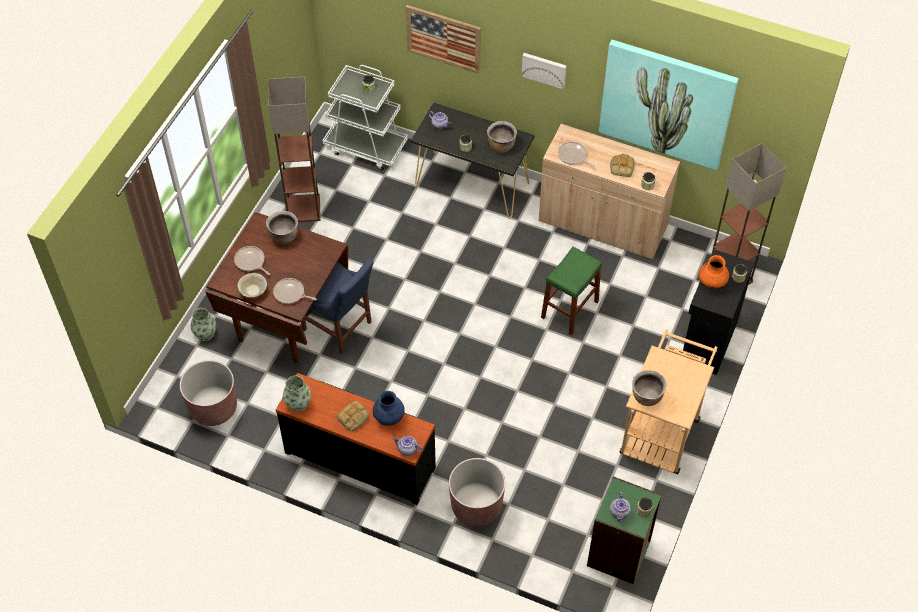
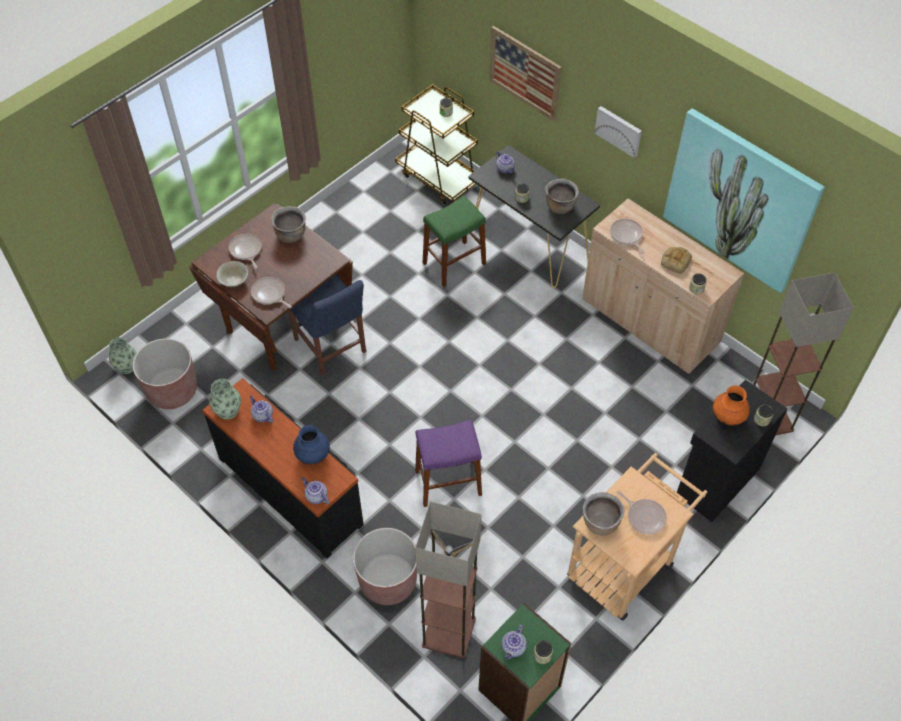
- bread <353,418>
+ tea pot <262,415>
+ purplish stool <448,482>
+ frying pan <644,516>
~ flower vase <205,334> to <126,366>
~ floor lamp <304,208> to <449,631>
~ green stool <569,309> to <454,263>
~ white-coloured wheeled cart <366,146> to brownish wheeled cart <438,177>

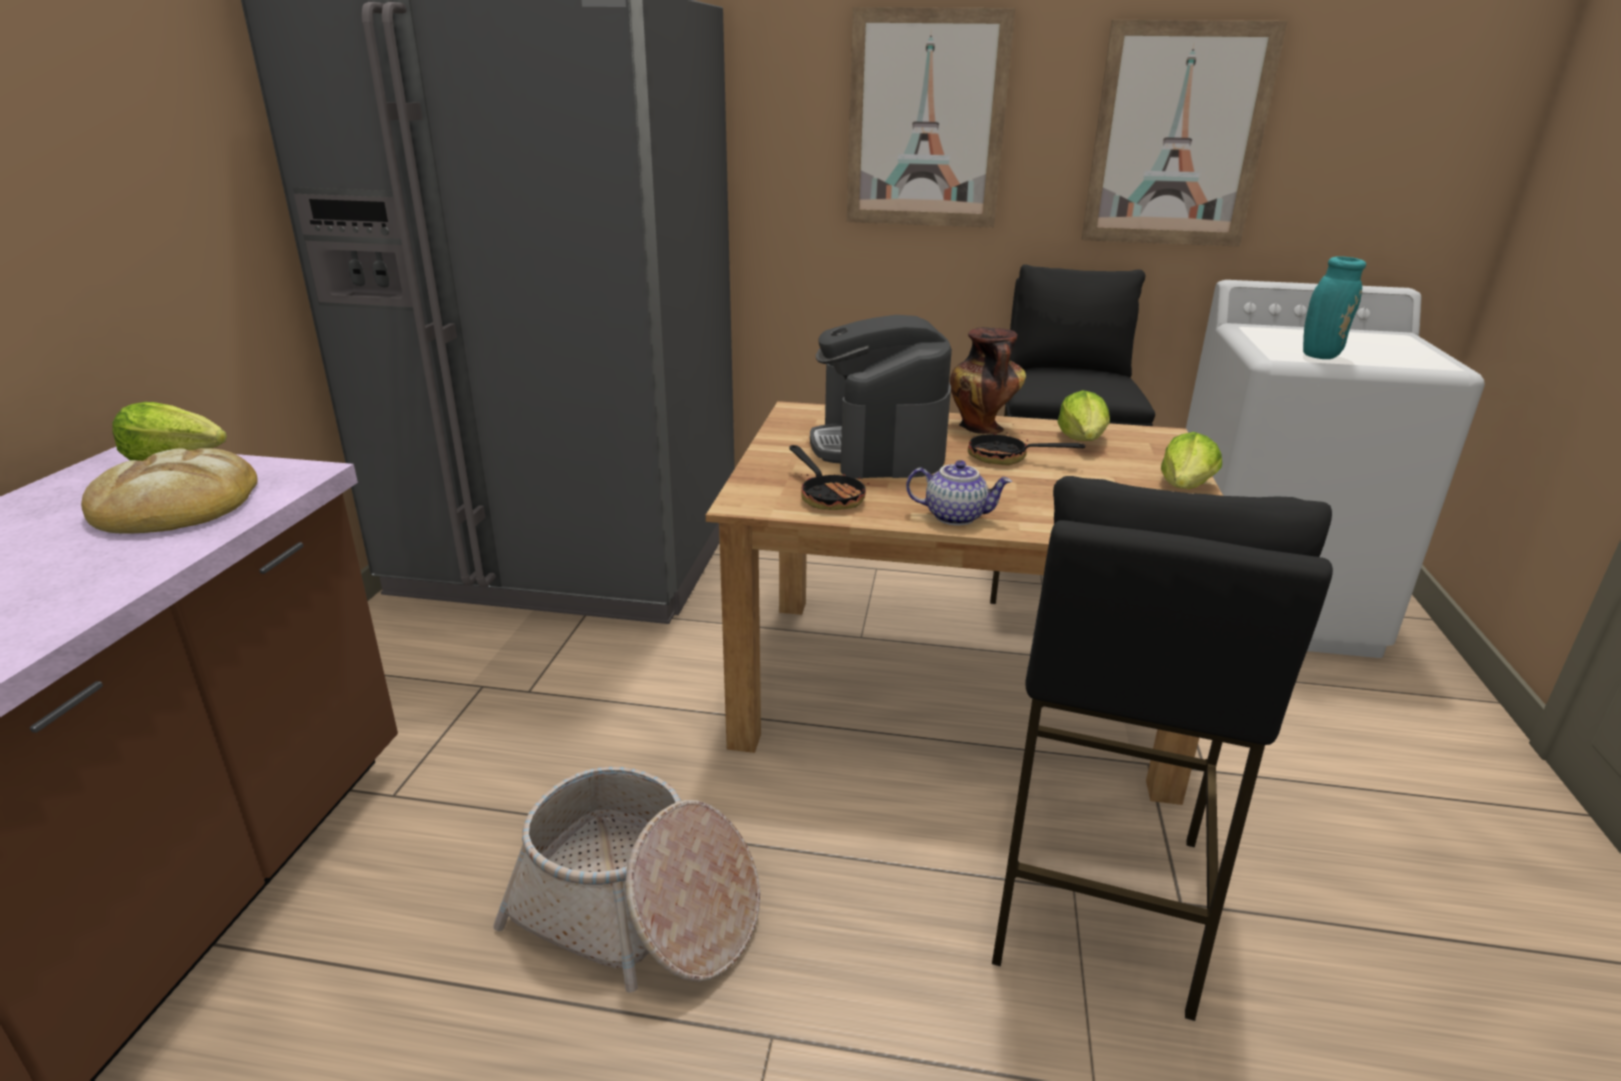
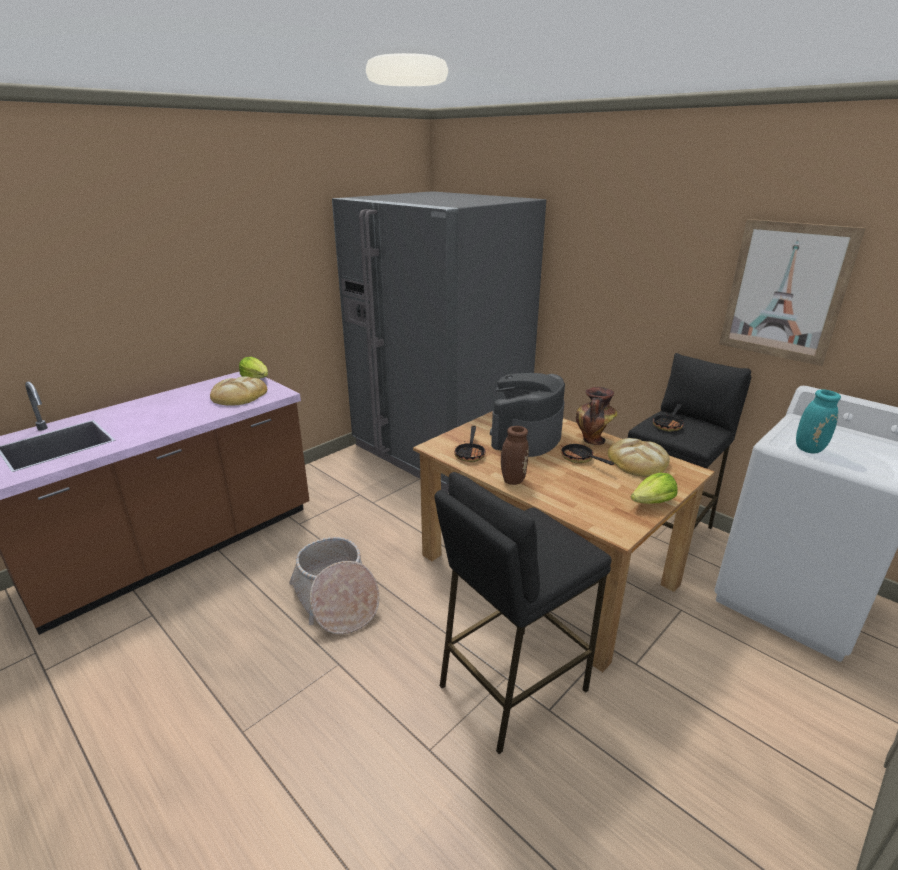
- picture <926,121>
+ frying pan <669,425>
~ tea pot <955,516> to brownish flower vase <511,480>
~ head of lettuce <1083,440> to bread <638,461>

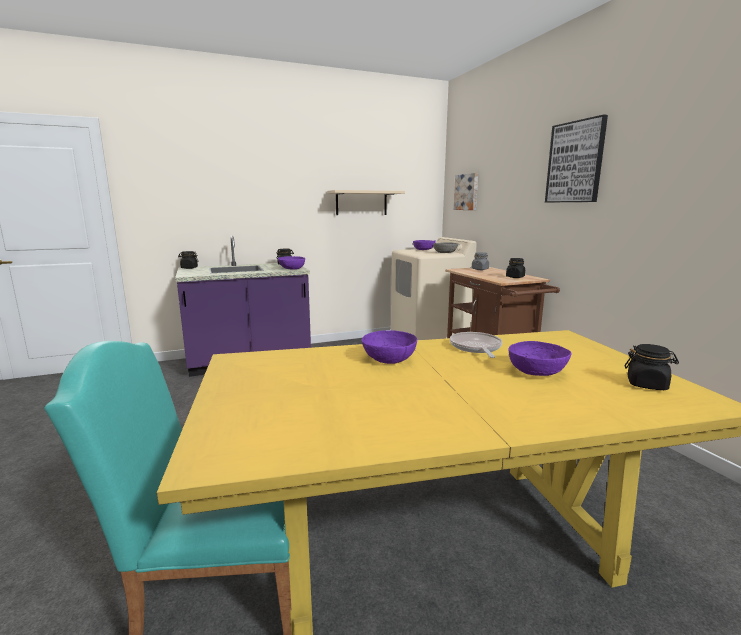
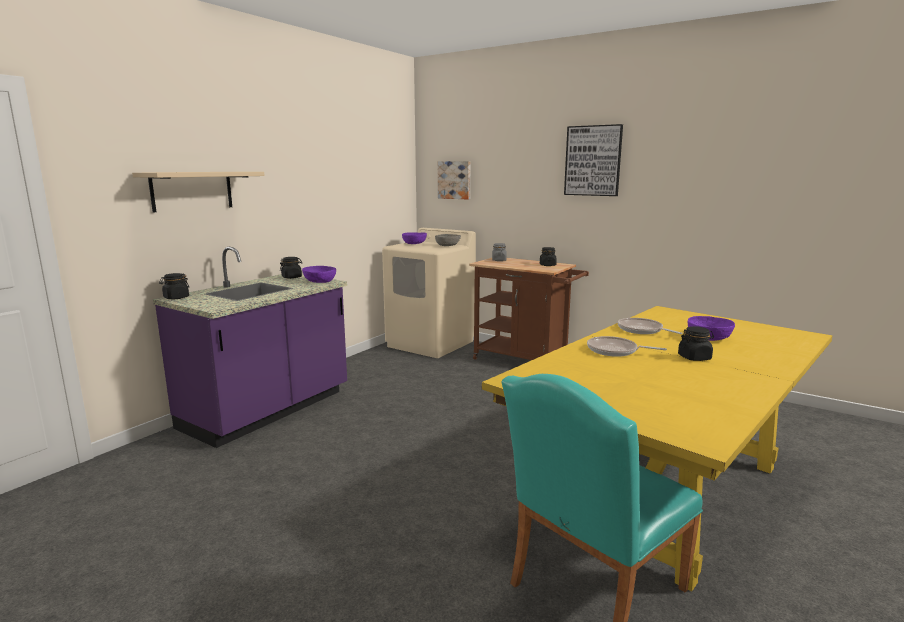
~ beige wall shelf <361,203> to <192,190>
~ black preserve jar <647,384> to <694,357>
~ purplish deep dish <389,359> to frying pan <615,351>

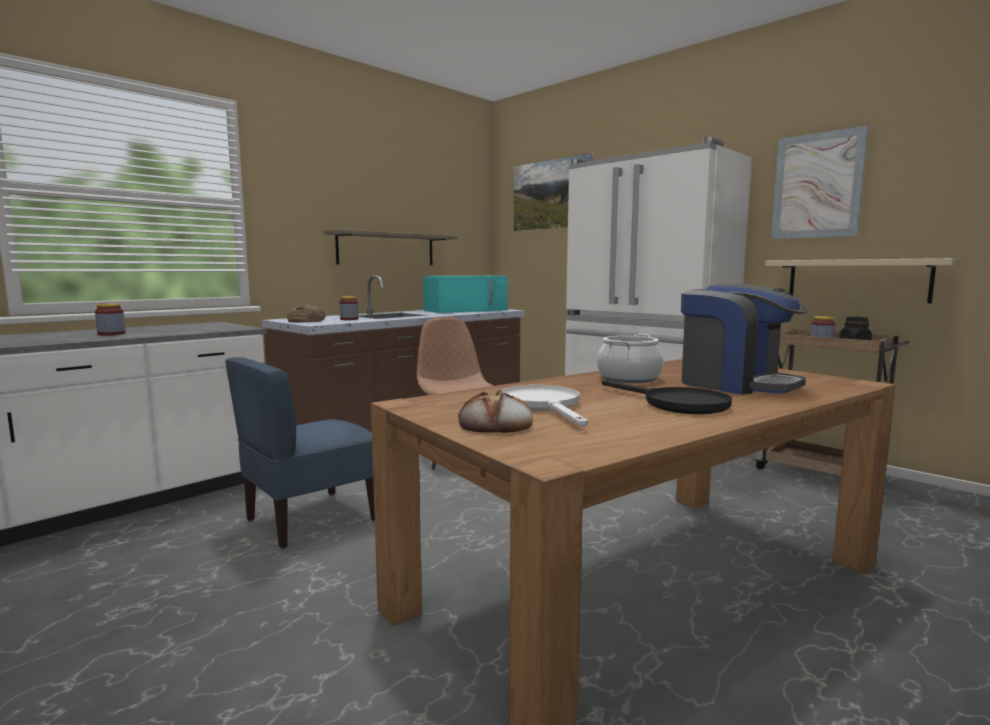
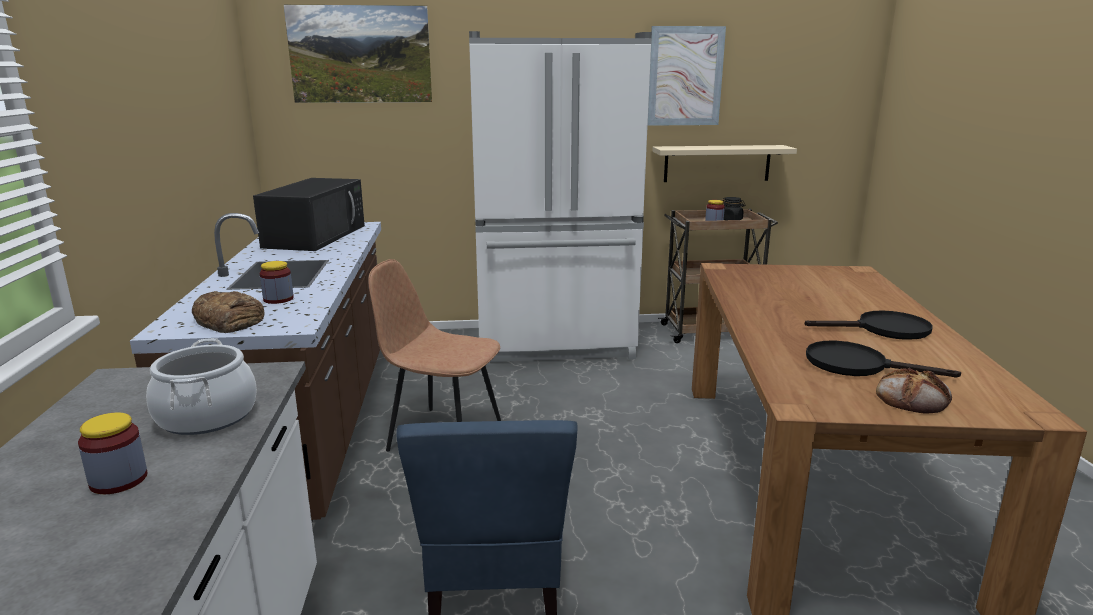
- wall shelf <386,249>
- coffee maker <735,384>
~ saucepot <629,378> to <207,416>
~ turquoise microwave oven <466,310> to black microwave oven <316,236>
~ white-coloured frying pan <544,406> to black frying pan <857,365>

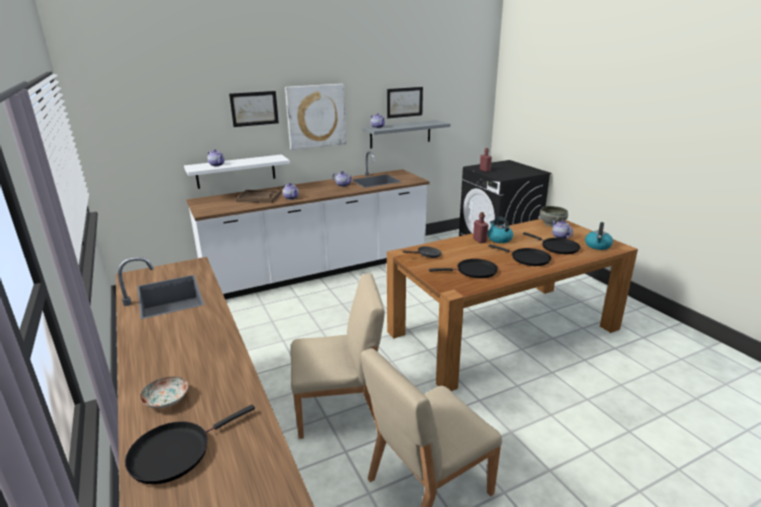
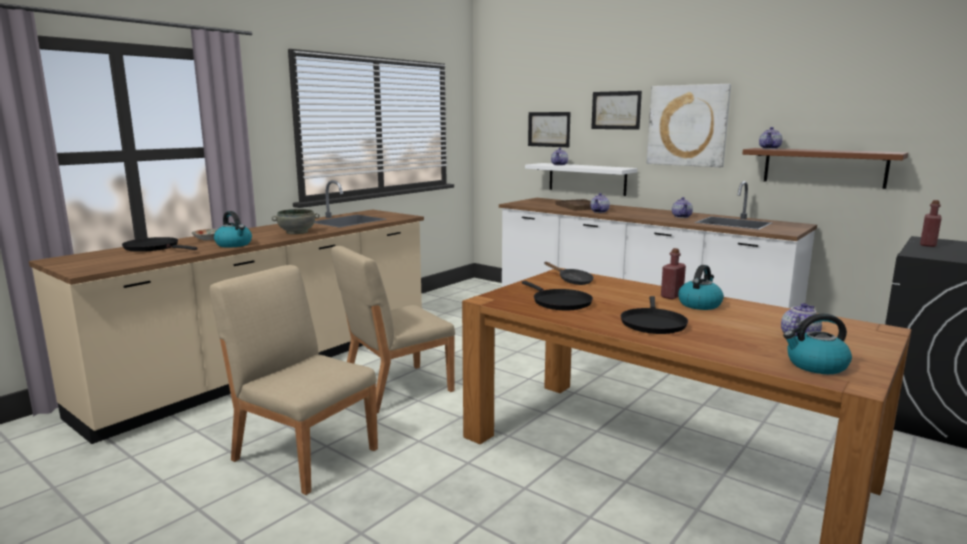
- black frying pan <557,247>
+ kettle <234,244>
~ picture <404,102> to <549,129>
~ greyish deep dish <551,224> to <297,232>
~ greyish wall shelf <400,134> to brownish wall shelf <824,167>
~ beige upright chair <339,408> = <395,388> 90 degrees clockwise

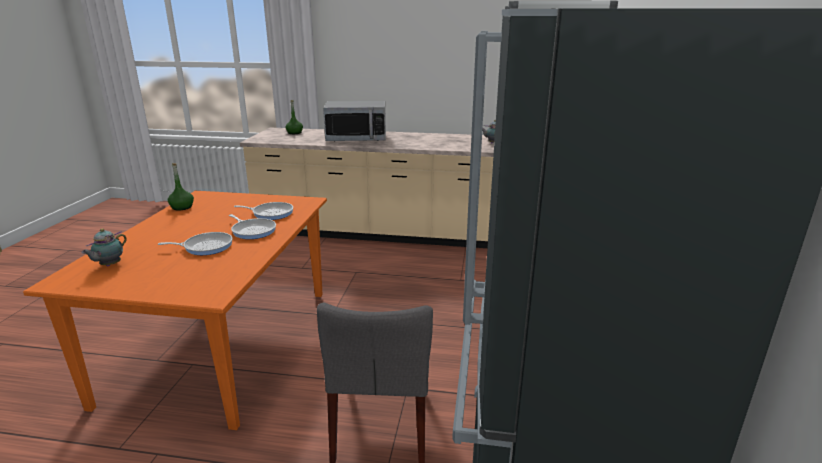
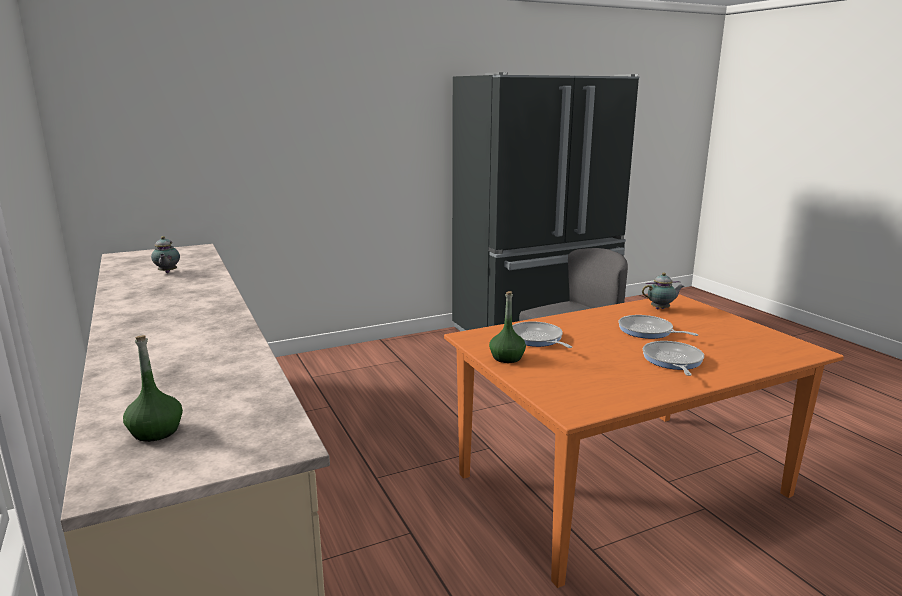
- microwave oven <356,138>
~ tea pot <109,265> to <661,309>
~ green bottle <182,207> to <506,358>
~ frying pan <253,231> to <672,361>

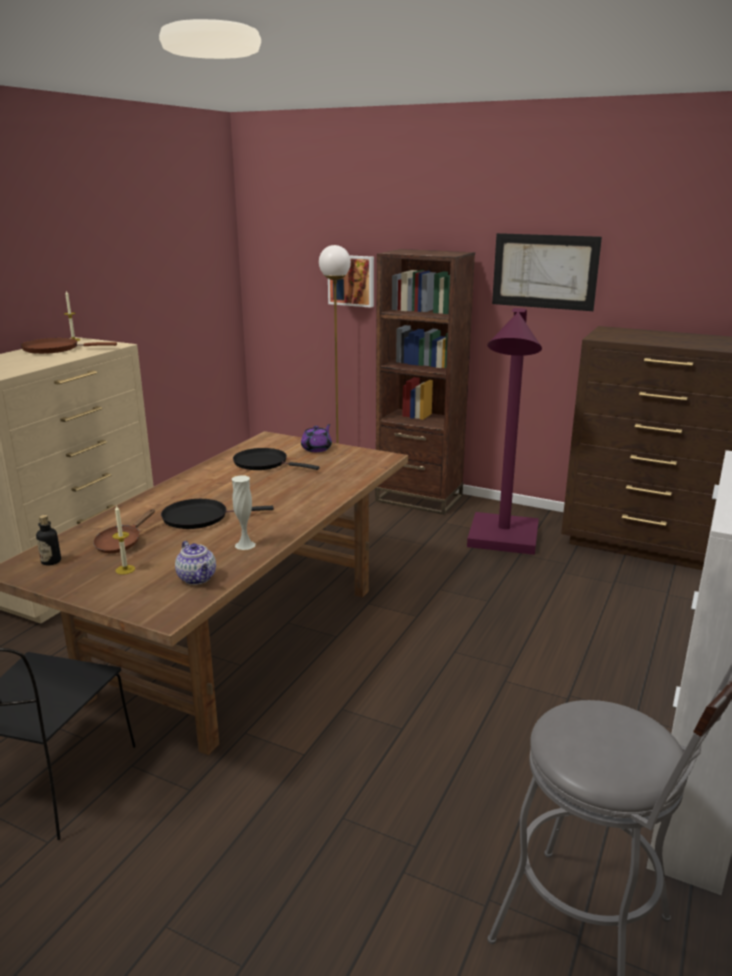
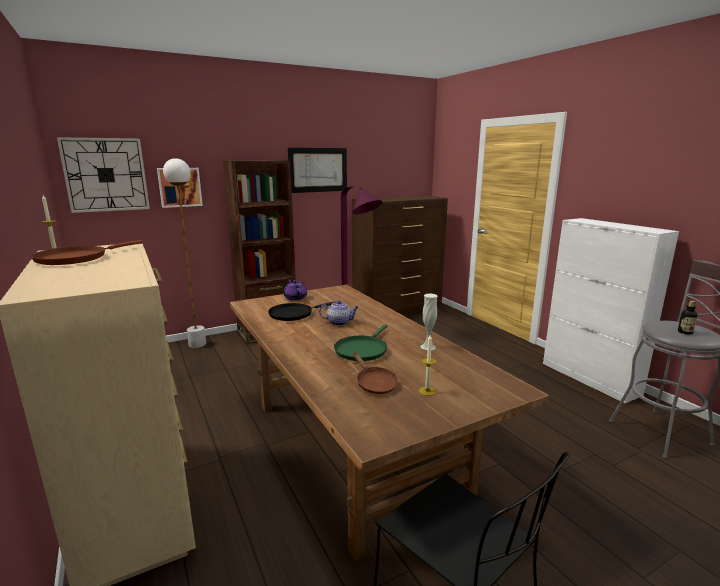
+ wall clock <106,175>
~ bottle <51,561> to <685,332>
~ tea pot <197,578> to <339,322>
~ black frying pan <200,517> to green frying pan <362,350>

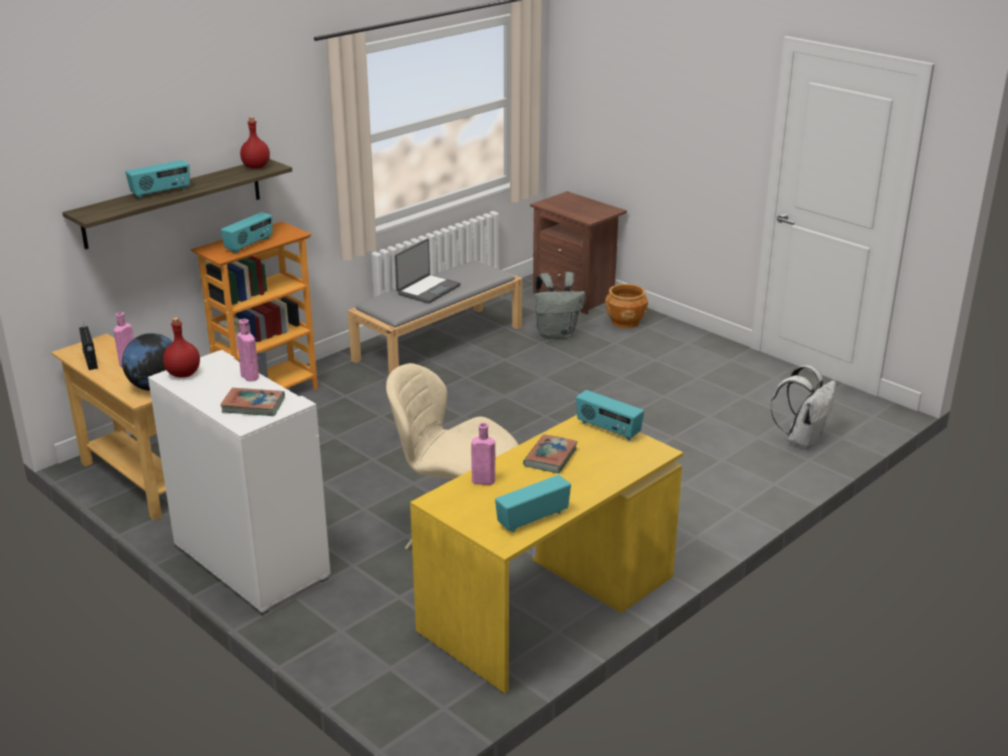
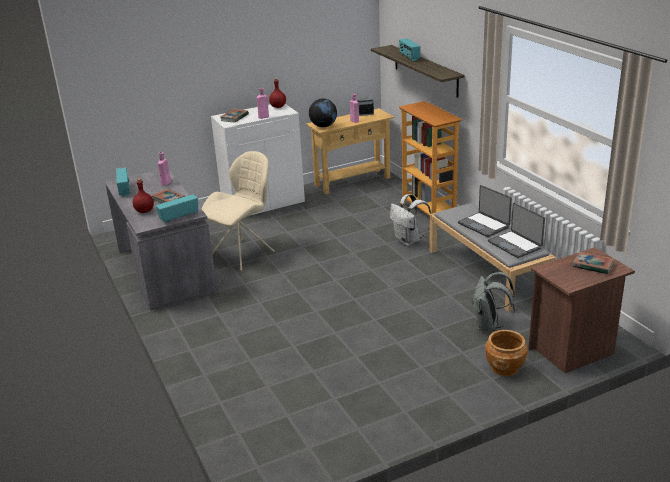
- radio <249,245>
+ notebook computer <515,245>
+ volume <593,265>
~ red bottle <256,166> to <145,211>
~ white-coloured rucksack <802,439> to <409,241>
~ yellowish desk unit <548,605> to greyish desk unit <164,270>

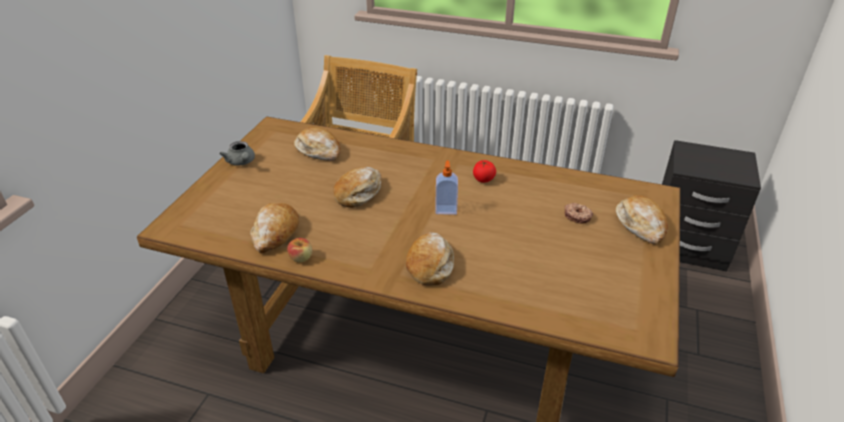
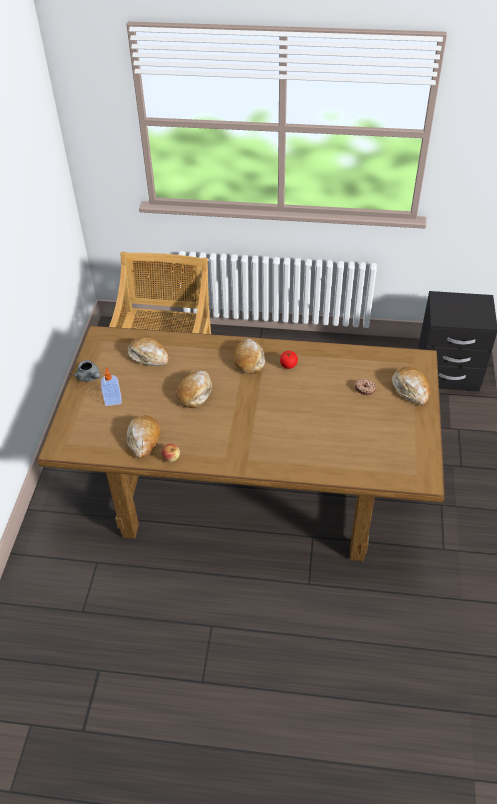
~ bread <430,264> to <249,360>
~ soap dispenser <446,209> to <113,400>

